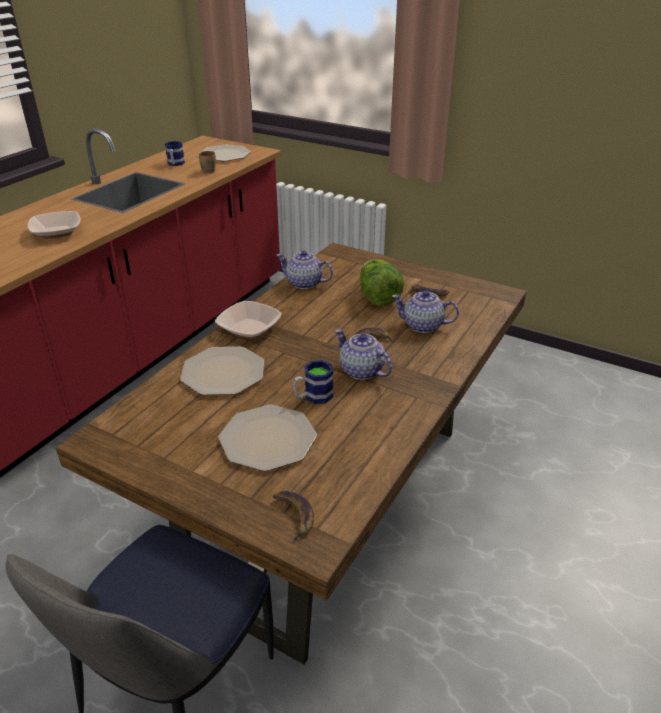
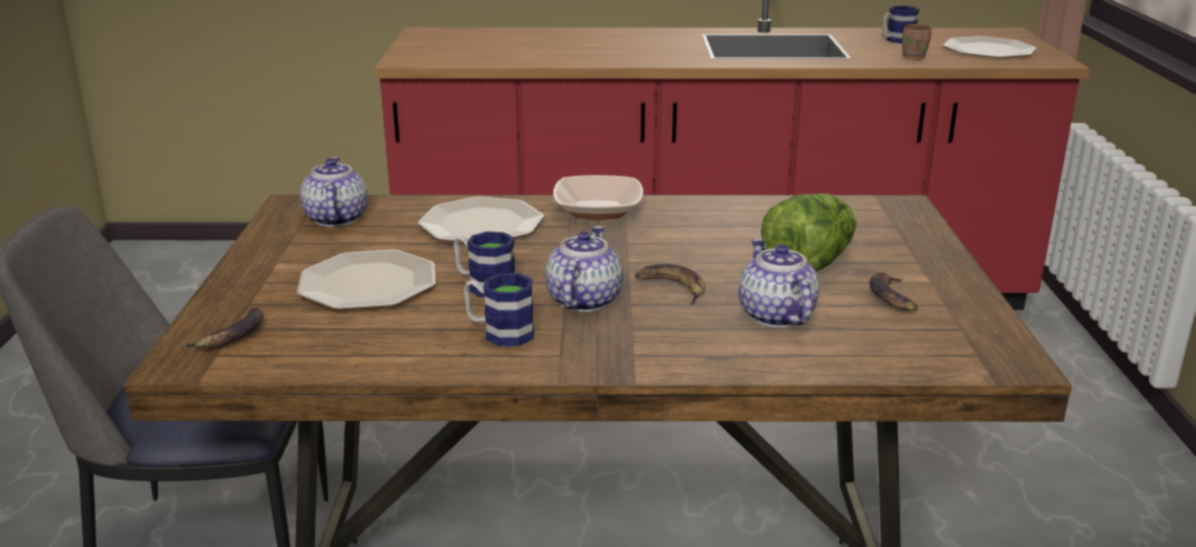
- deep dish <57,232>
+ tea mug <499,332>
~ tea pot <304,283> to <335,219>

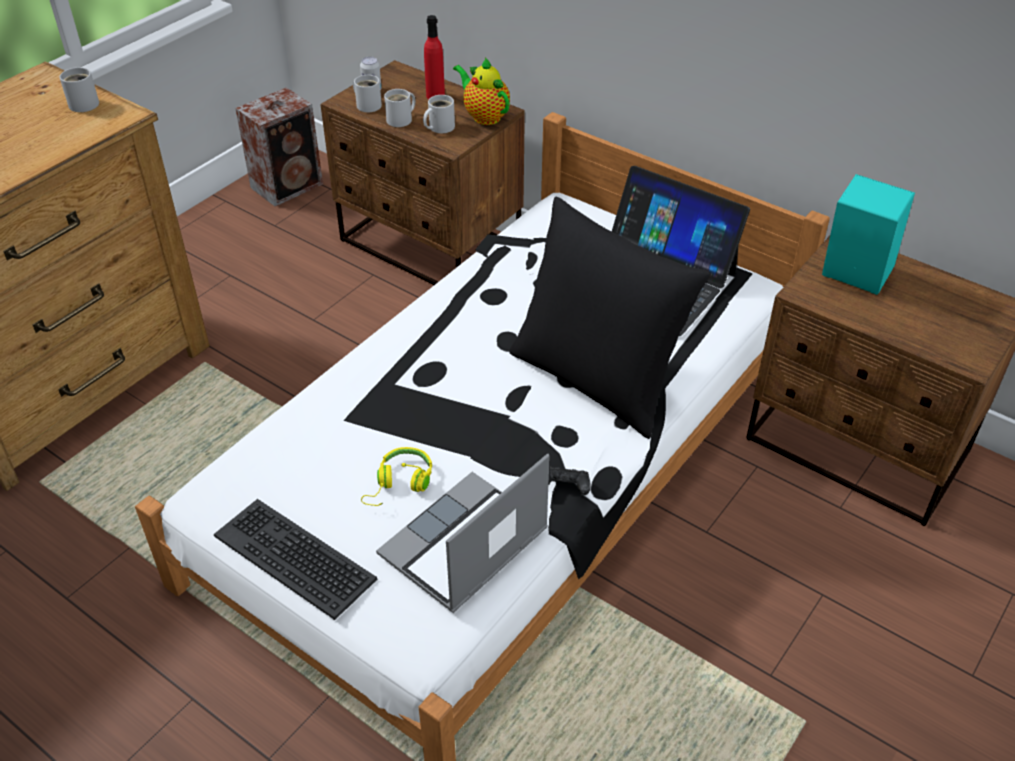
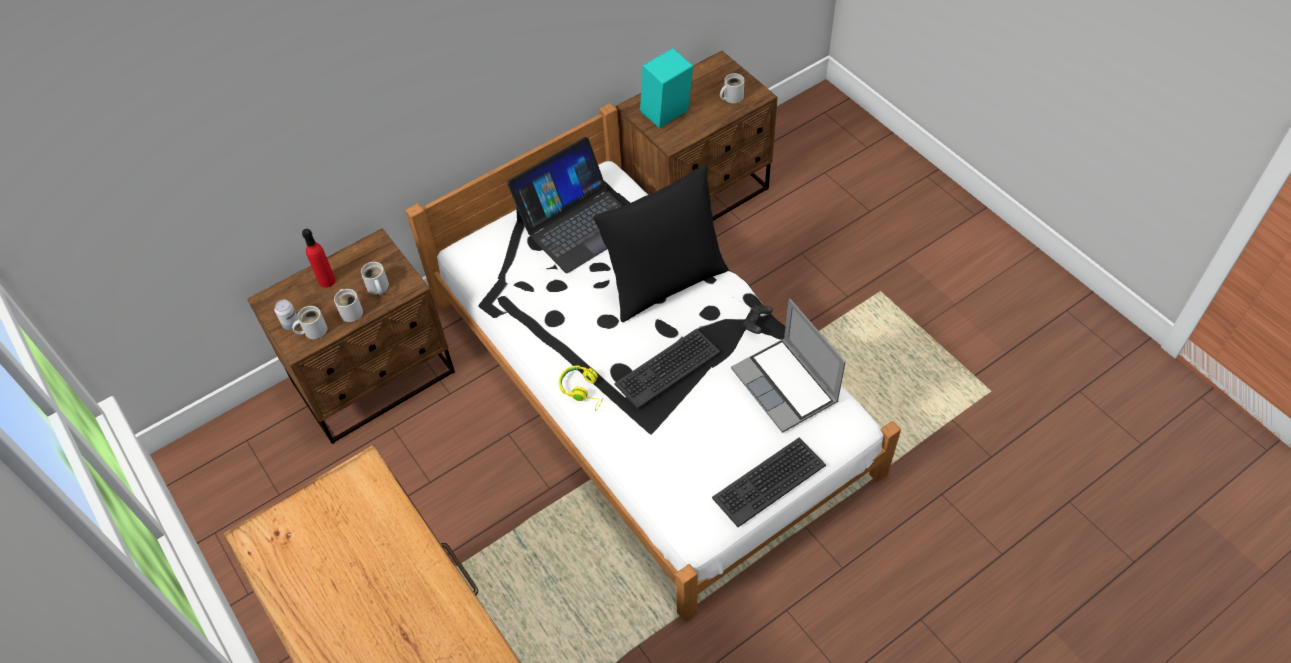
- loudspeaker <289,185>
- tea pot <484,116>
+ PC keyboard <667,368>
~ white-coloured tea mug <83,103> to <731,97>
~ yellowish pair of headphones <400,484> to <583,390>

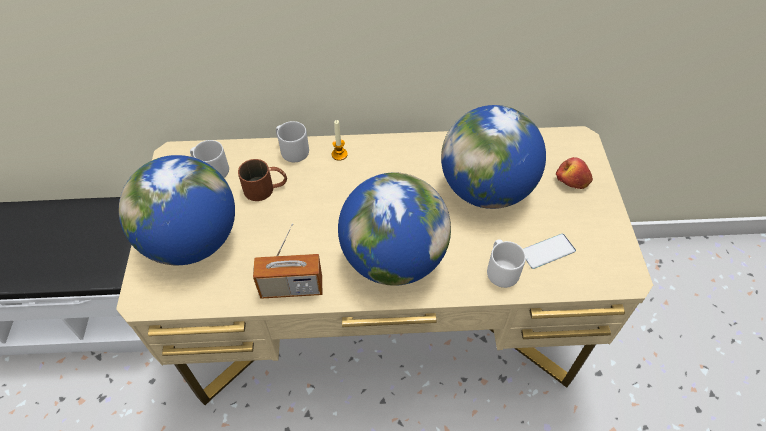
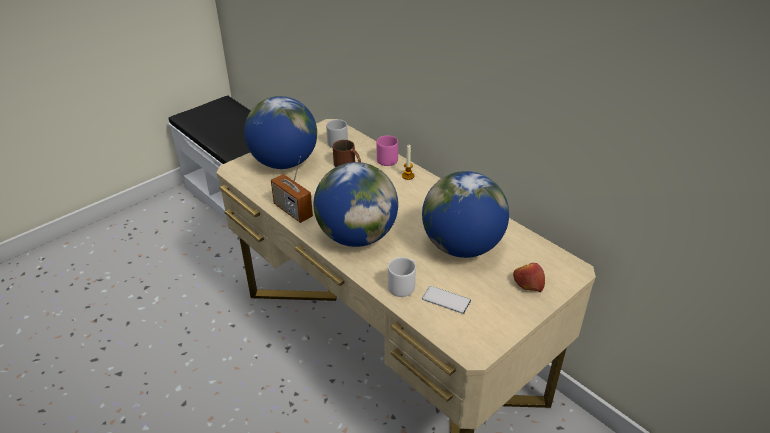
~ greyish tea mug <292,150> to pink-coloured tea mug <387,159>

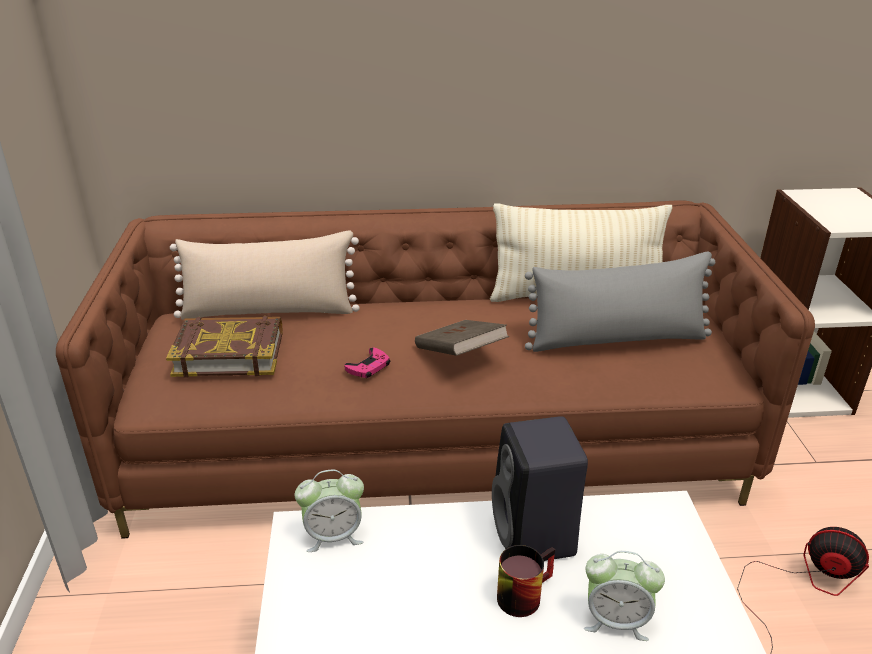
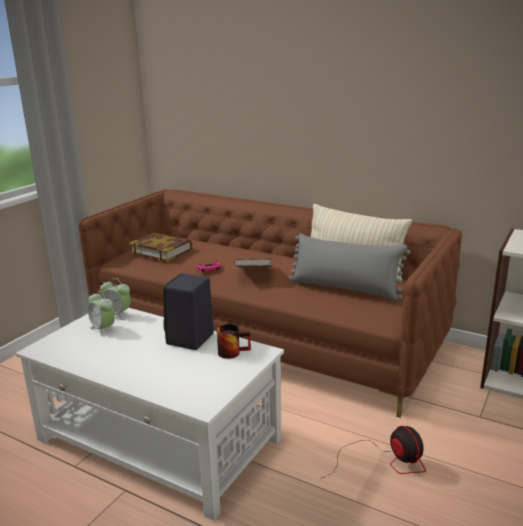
- beige throw pillow <269,311>
~ tea mug <521,592> to <233,351>
~ alarm clock <616,620> to <103,329>

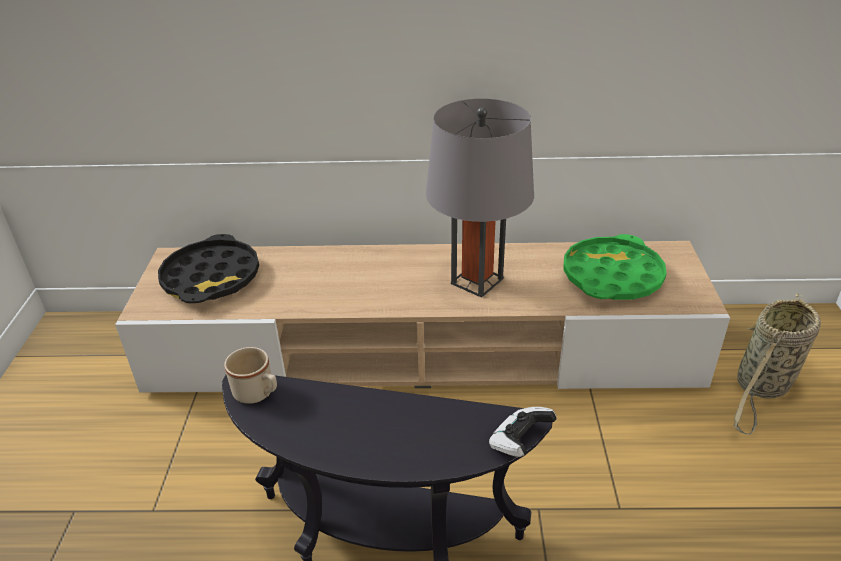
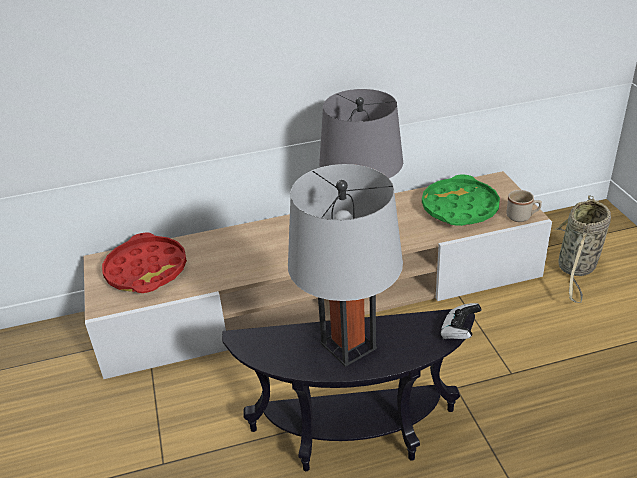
+ greyish lamp for a table <348,346>
~ beige tea mug <258,394> to <522,217>
~ black carrying tray <211,277> to red carrying tray <146,270>

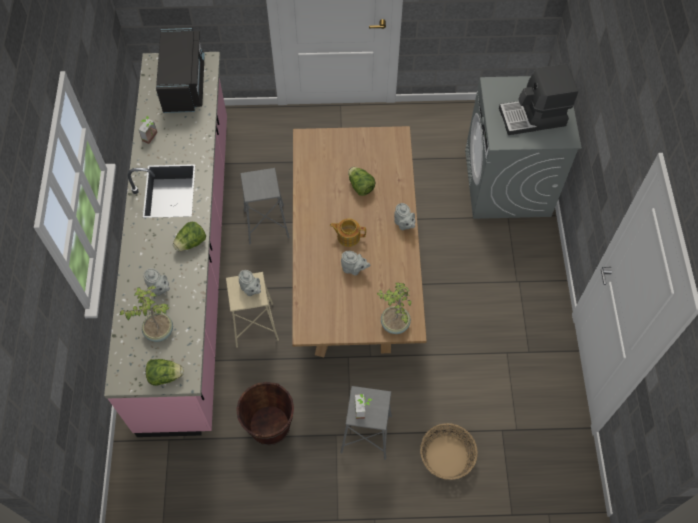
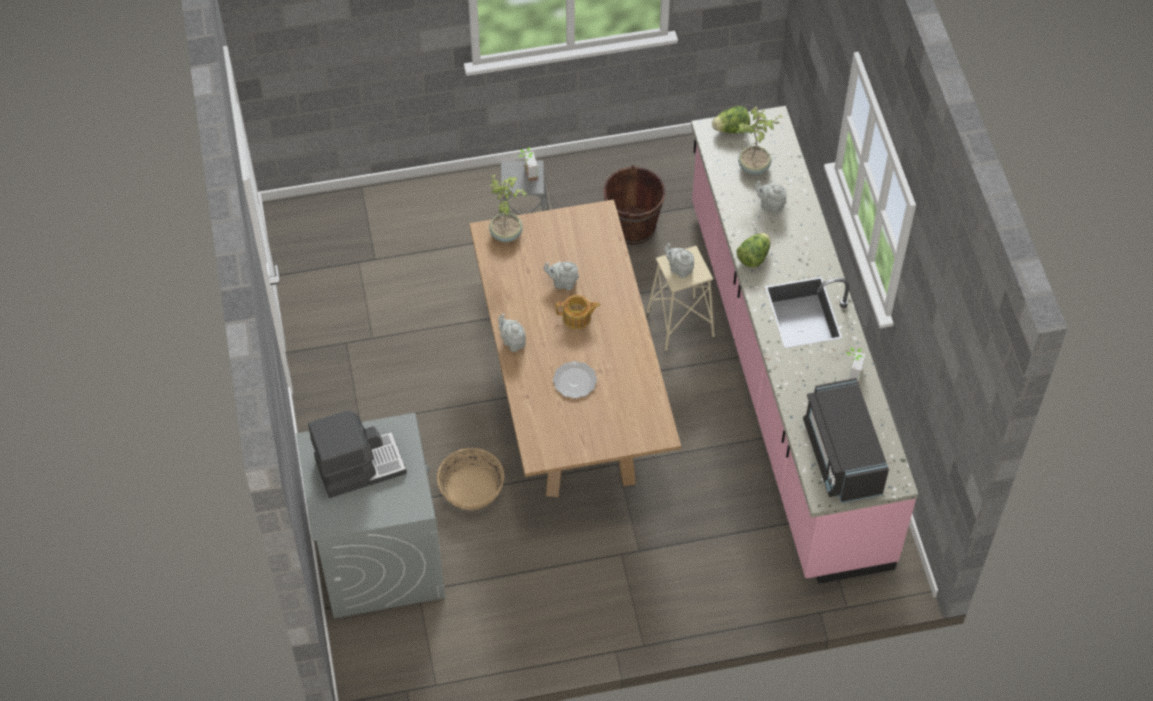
- greyish stool <266,224>
~ basket <447,456> to <471,488>
~ head of lettuce <360,186> to dinner plate <574,380>

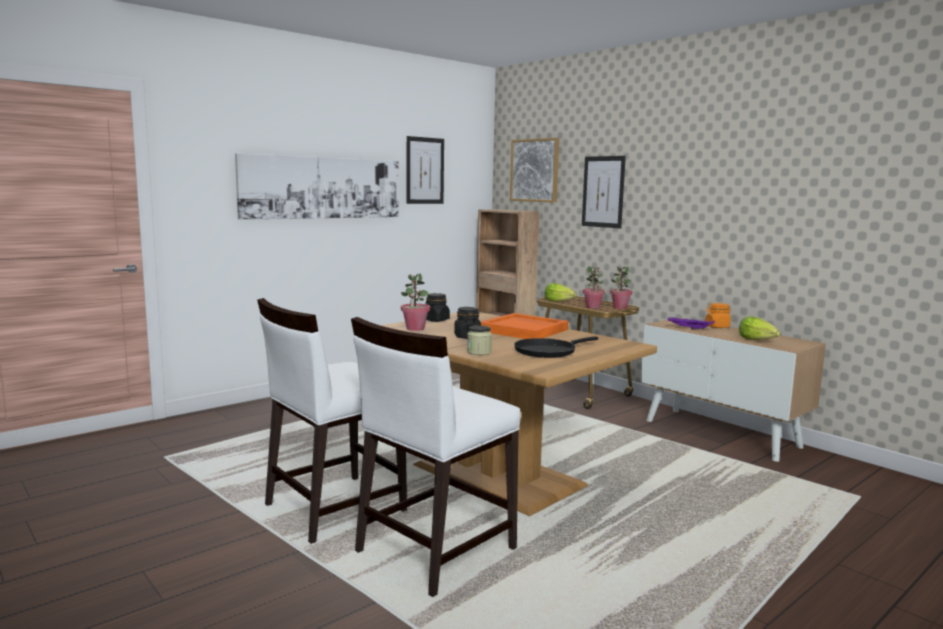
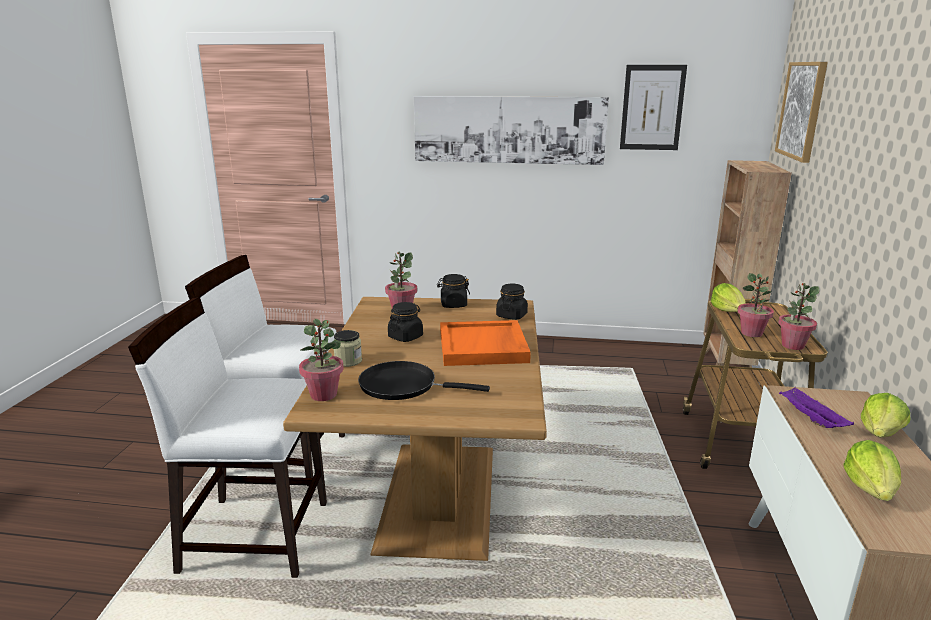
- picture <603,192>
+ houseplant <324,395>
+ black preserve jar <511,315>
~ orangey preserve jar <717,326> to head of lettuce <881,433>

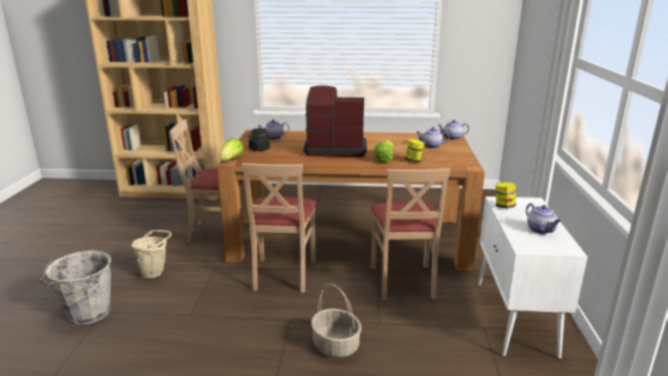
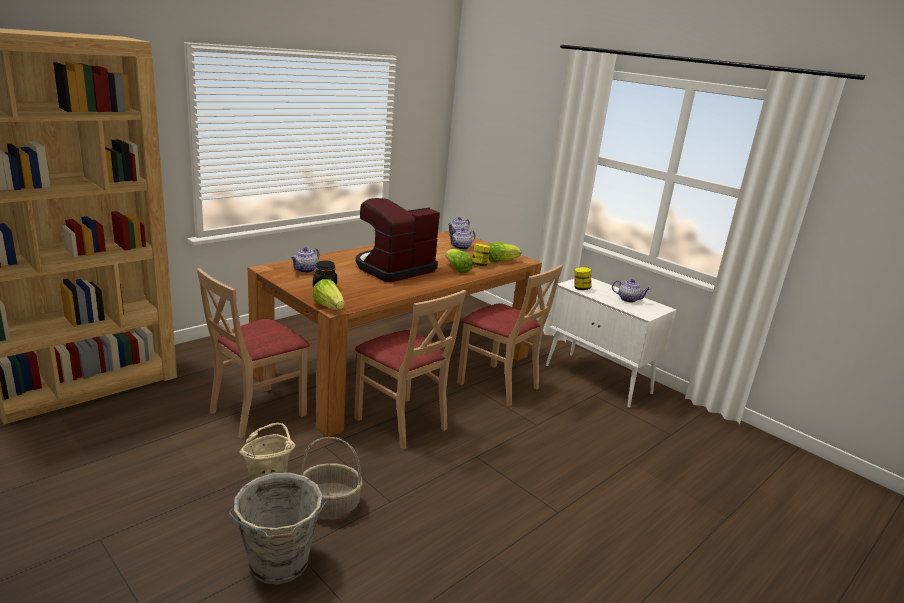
+ head of lettuce <501,261>
~ basket <335,345> to <329,505>

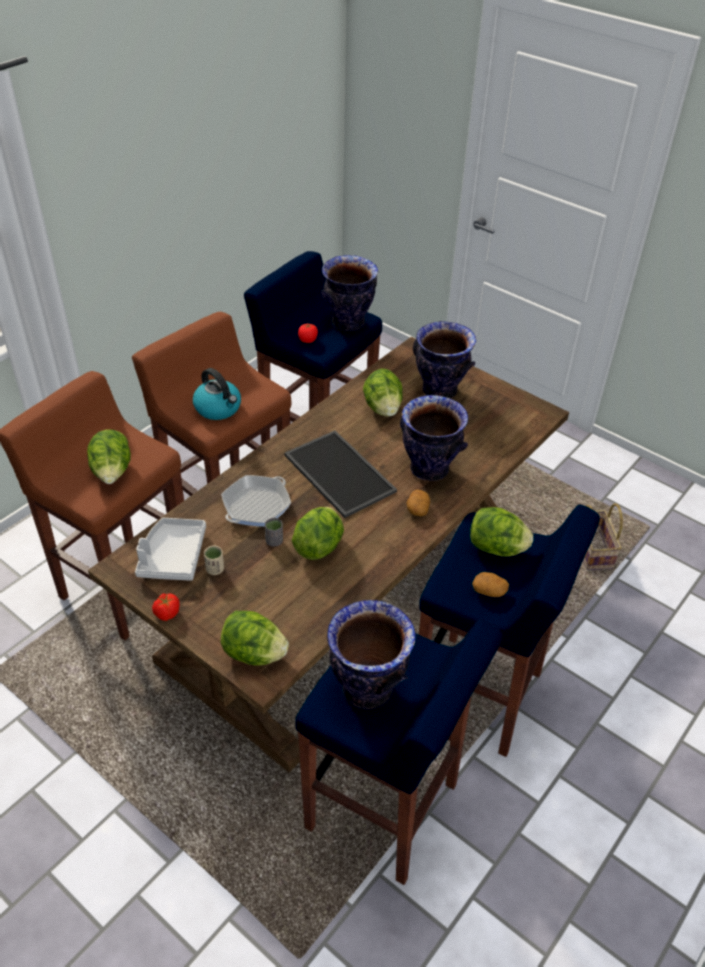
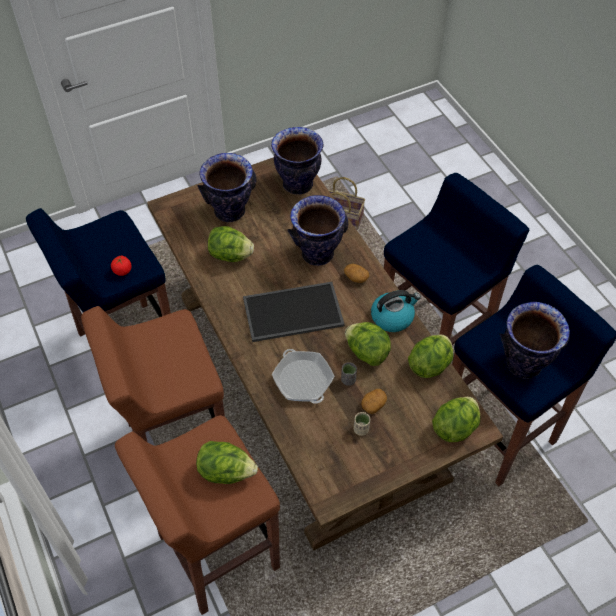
- greyish carrying tray <172,556>
- tomato <167,613>
~ kettle <218,408> to <392,317>
~ flower vase <348,323> to <298,184>
~ head of lettuce <496,548> to <430,365>
~ potato <489,591> to <373,404>

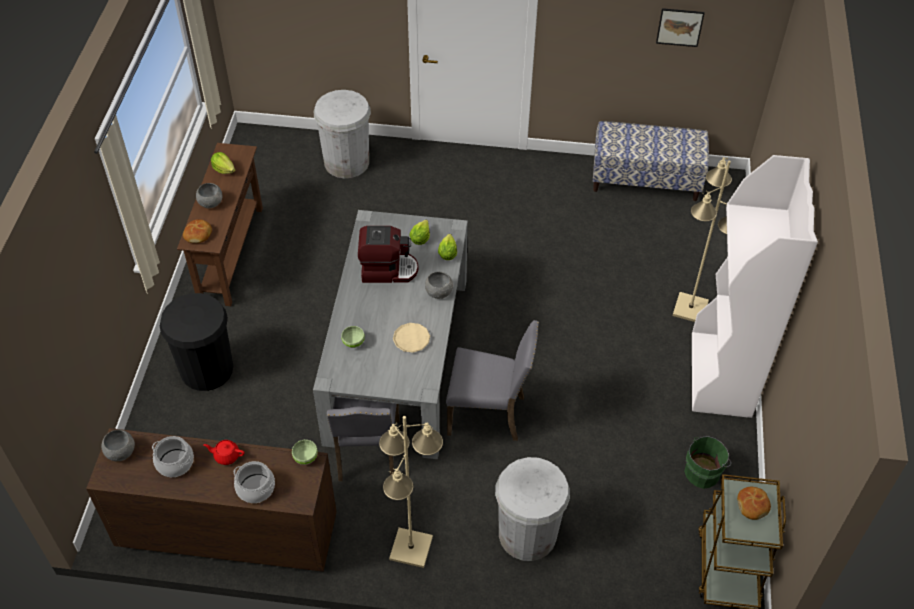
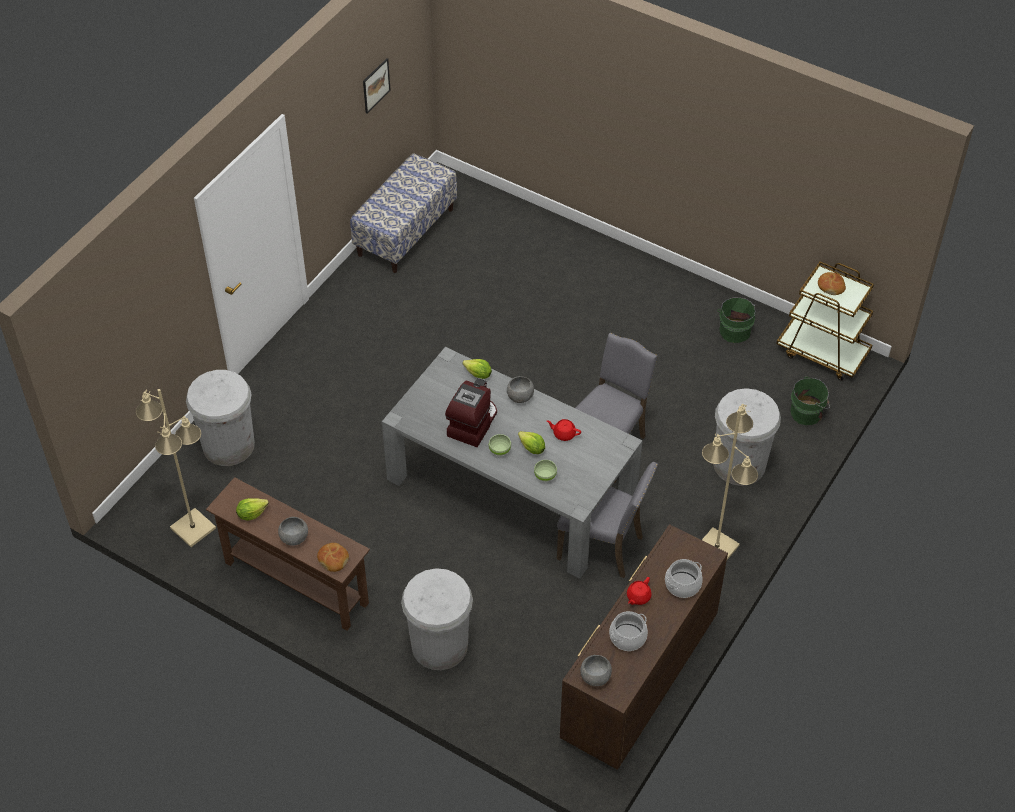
- white-coloured bookcase <721,375>
+ green pail <808,412>
~ green deep dish <305,458> to <500,451>
~ head of lettuce <420,239> to <532,448>
~ beige floor lamp <691,308> to <193,527>
~ beige dinner plate <411,339> to red tea pot <564,434>
~ black rubbish bin <206,369> to white-coloured rubbish bin <439,645>

